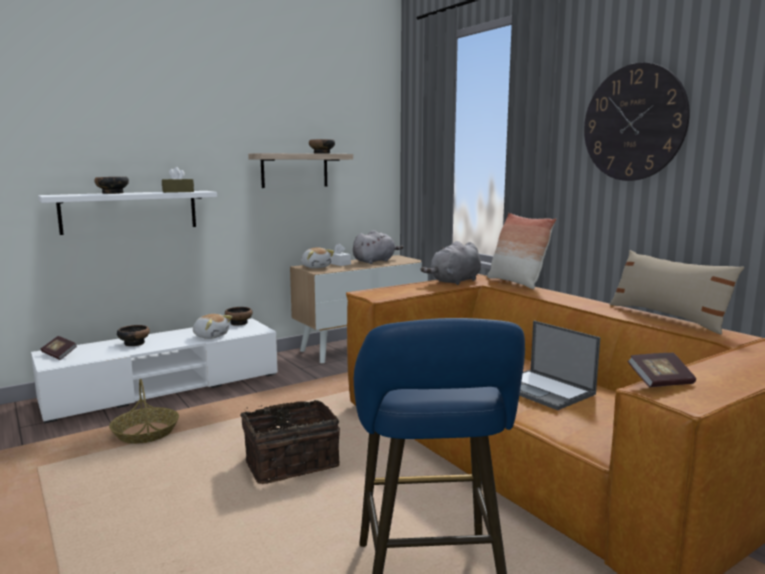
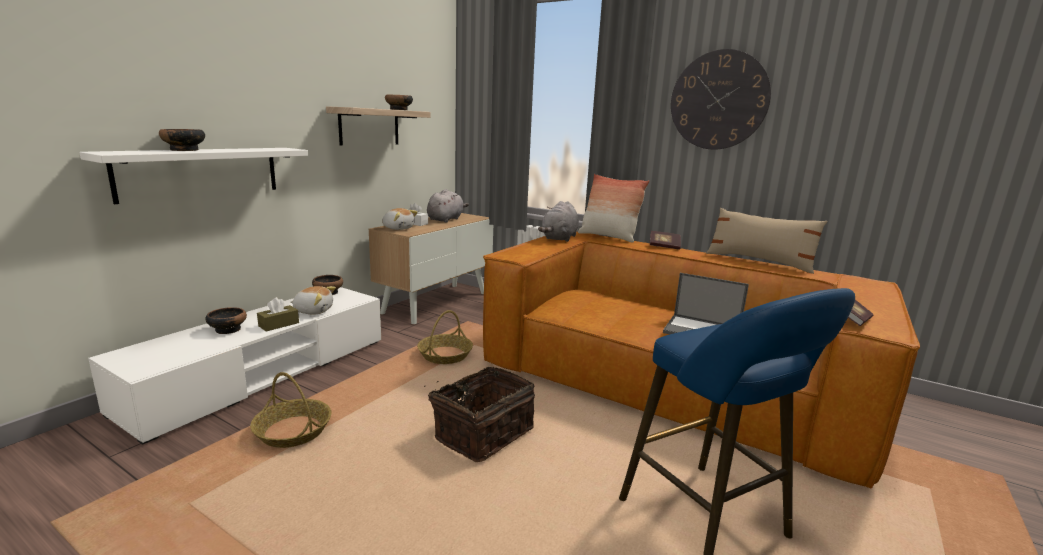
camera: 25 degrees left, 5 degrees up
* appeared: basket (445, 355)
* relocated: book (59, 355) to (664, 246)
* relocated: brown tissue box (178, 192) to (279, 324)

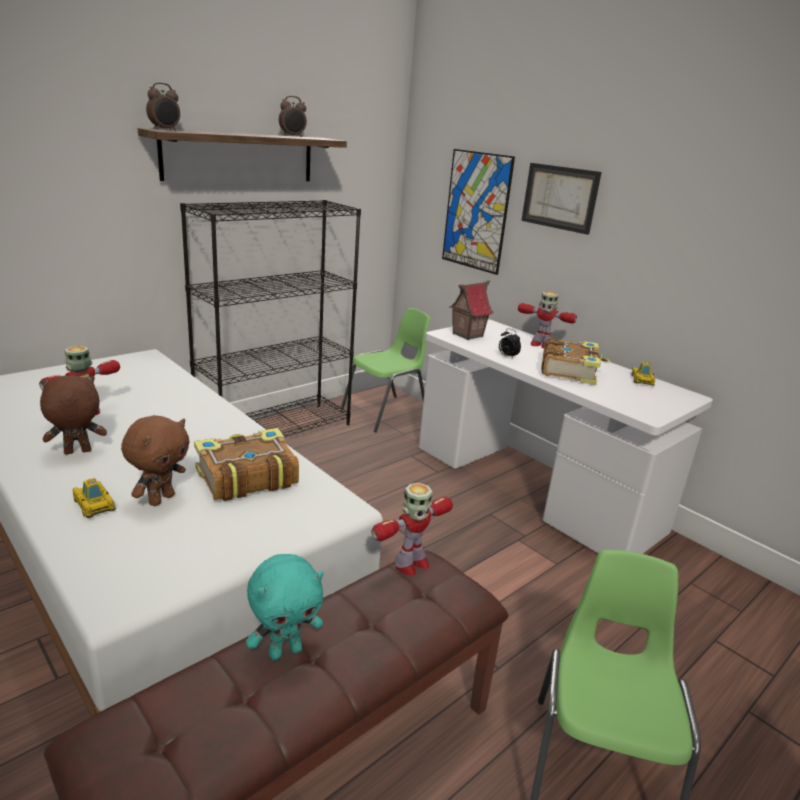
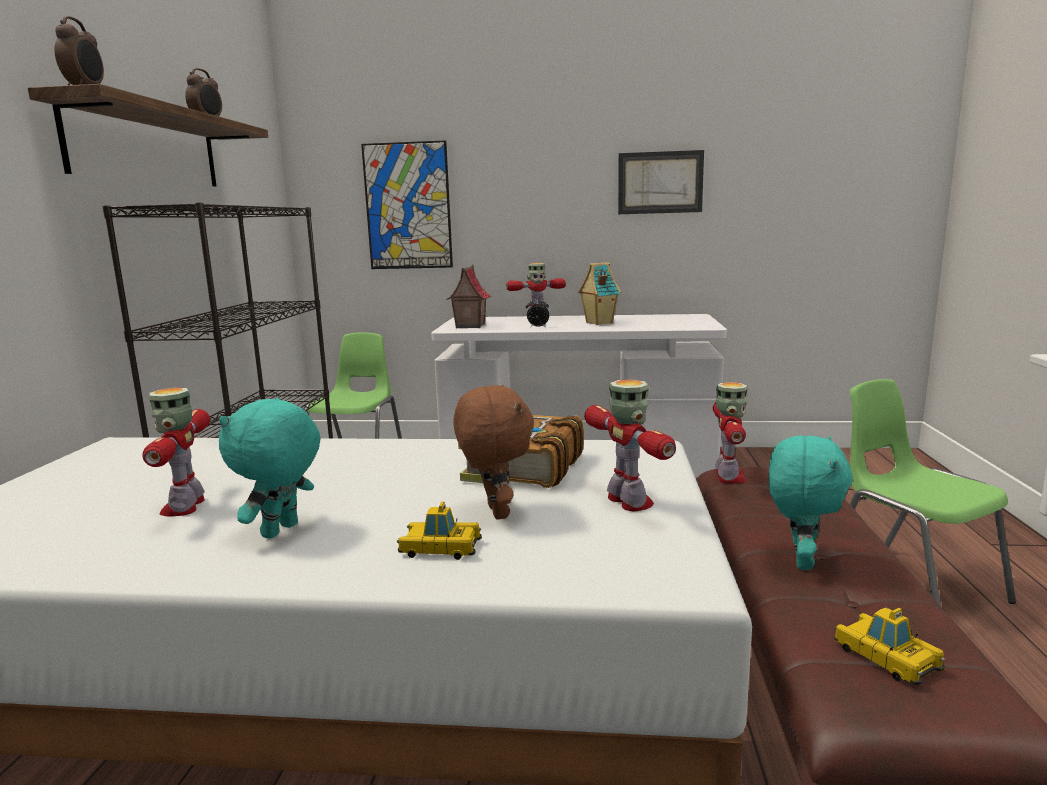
camera: 40 degrees left, 10 degrees down
* appeared: toy robot (629, 502)
* relocated: picture (560, 197) to (660, 182)
* relocated: toy car (642, 380) to (886, 657)
* exchanged: book (570, 370) to toy house (598, 323)
* colour: brown plush toy (77, 452) to turquoise plush toy (281, 531)

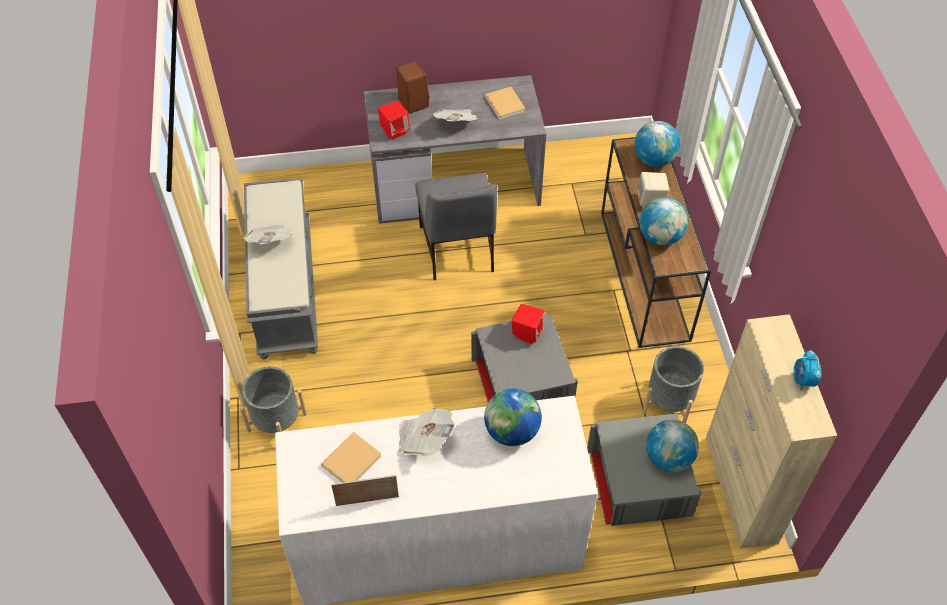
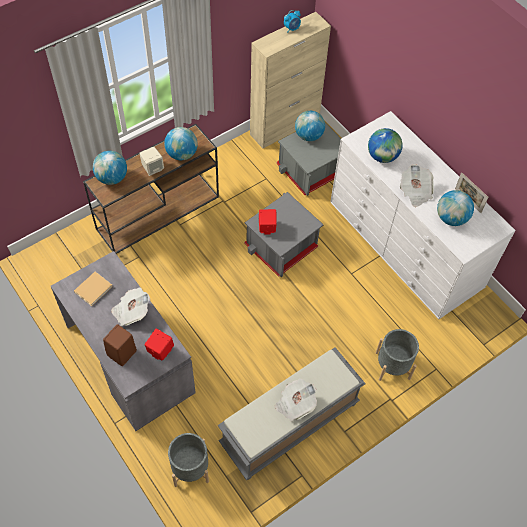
camera: 120 degrees left, 5 degrees up
* missing: grey chair (457, 249)
* relocated: grey planter (669, 402) to (190, 468)
* exchanged: beige book (353, 460) to globe (451, 218)

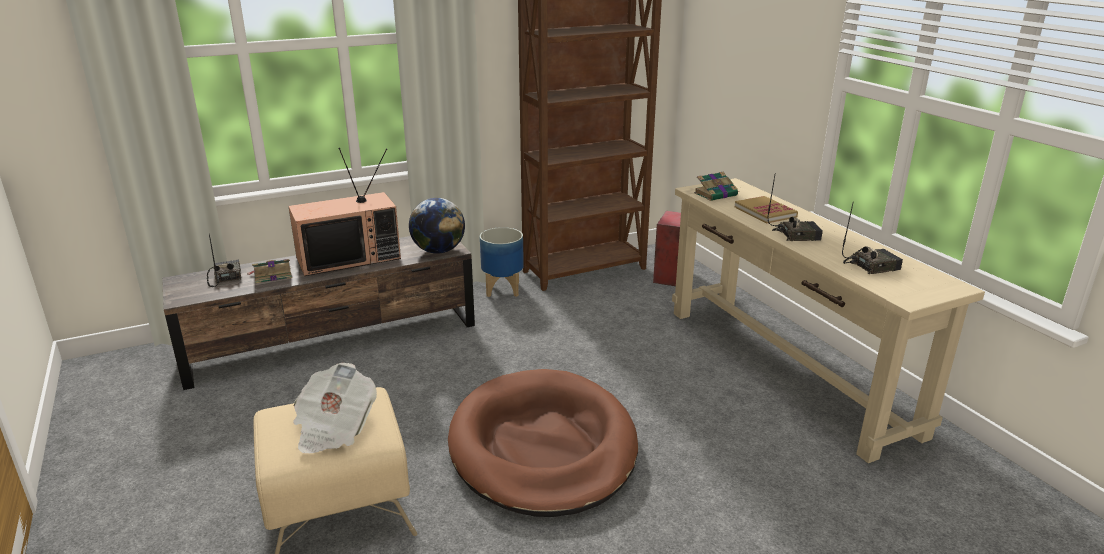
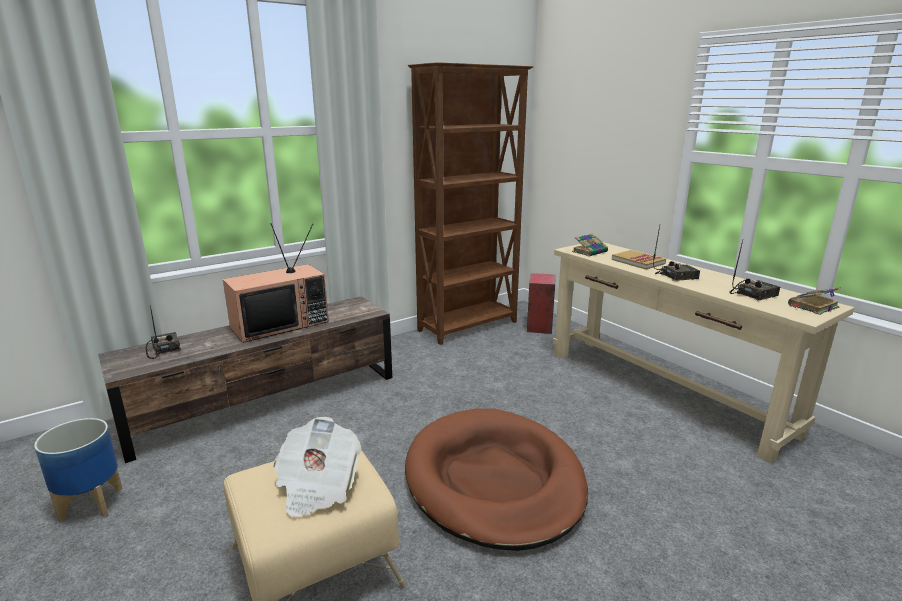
camera: 10 degrees left, 5 degrees down
* missing: globe (438, 251)
* relocated: book (271, 275) to (812, 306)
* relocated: planter (502, 289) to (91, 503)

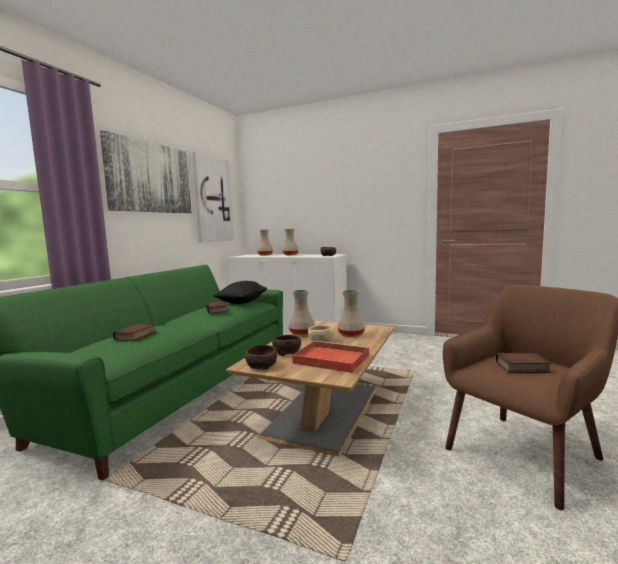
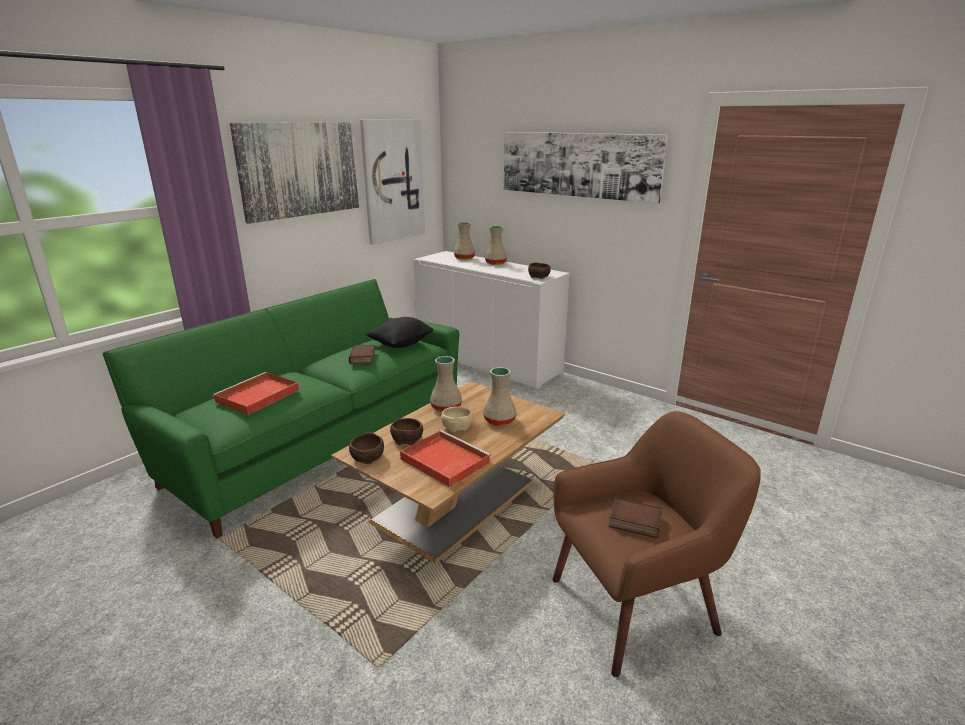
camera: 15 degrees right, 15 degrees up
* appeared: picture (578, 165)
* exchanged: book (136, 336) to red tray (257, 396)

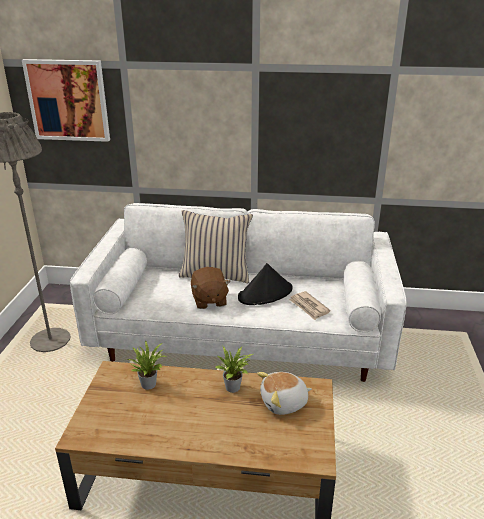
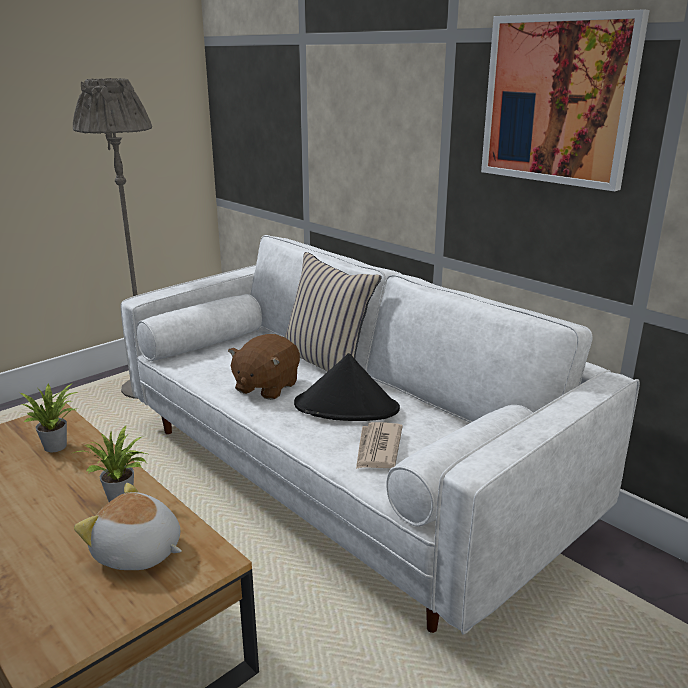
camera: 40 degrees right, 5 degrees down
* relocated: picture (68, 100) to (558, 100)

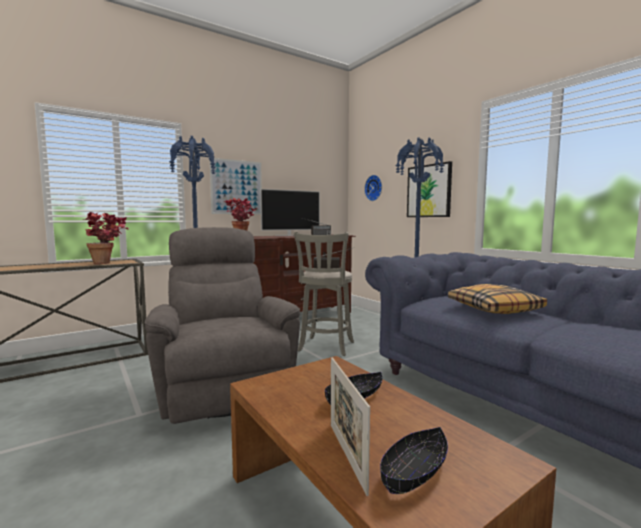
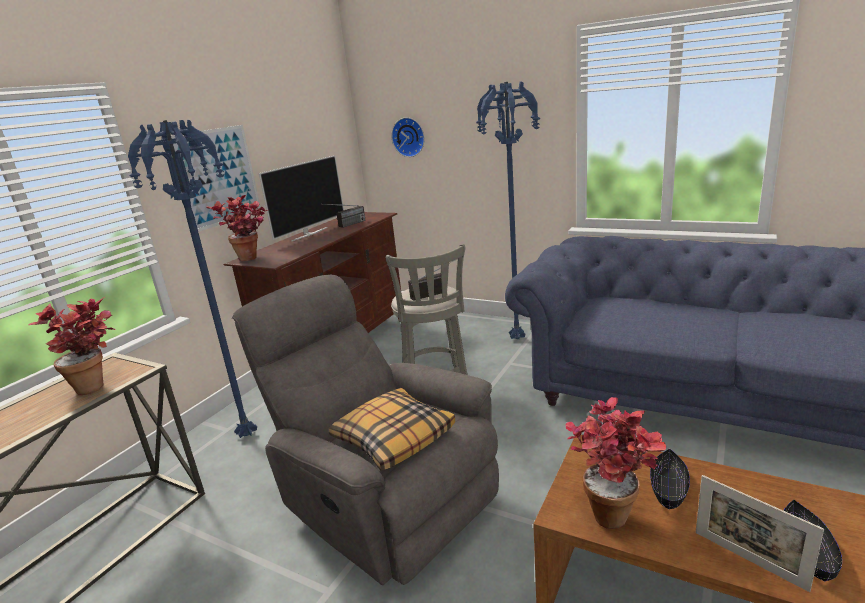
camera: 25 degrees left, 15 degrees up
* missing: picture (429, 191)
* appeared: potted plant (611, 509)
* relocated: pillow (493, 309) to (393, 437)

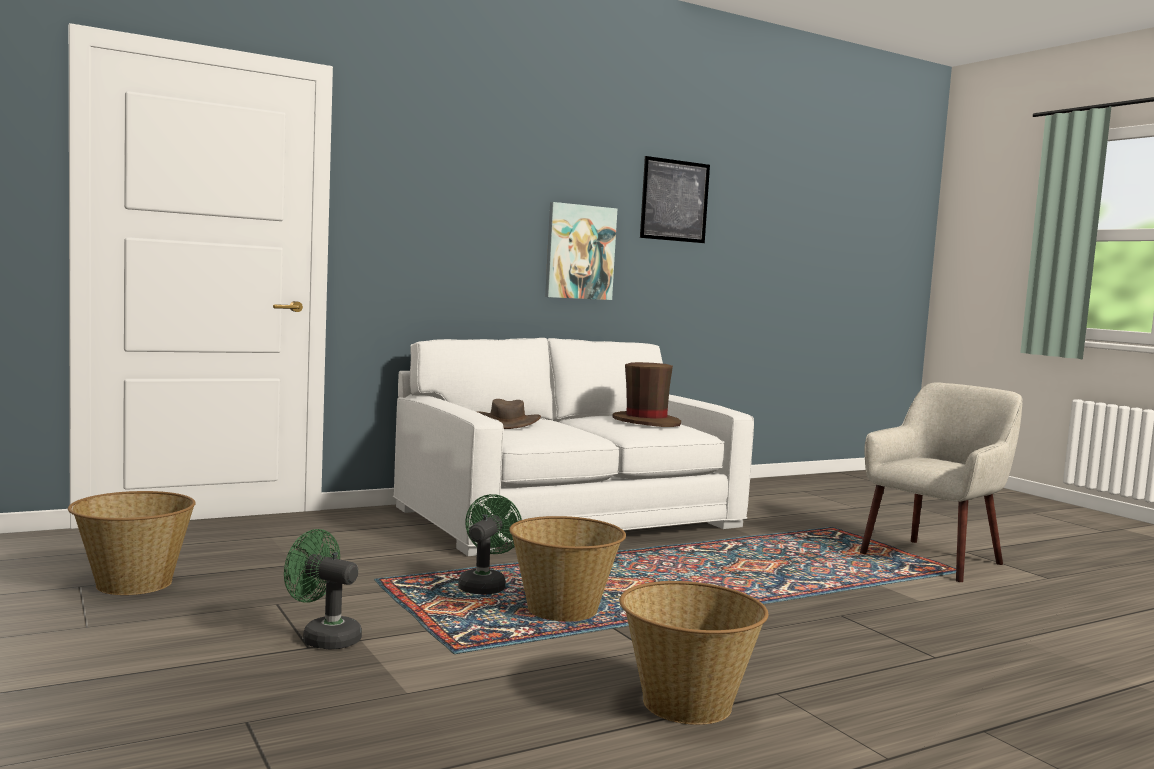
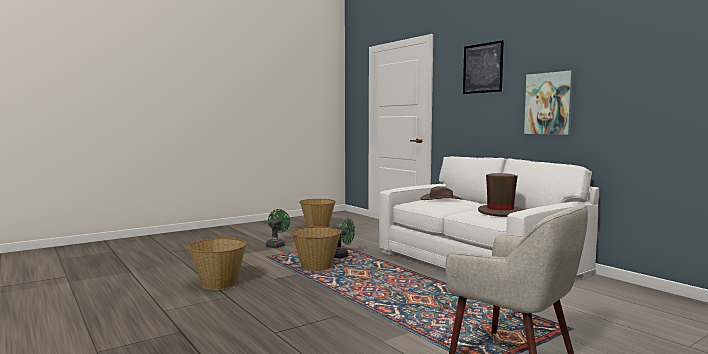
camera: 85 degrees right, 0 degrees up
* relocated: picture (674, 200) to (482, 68)

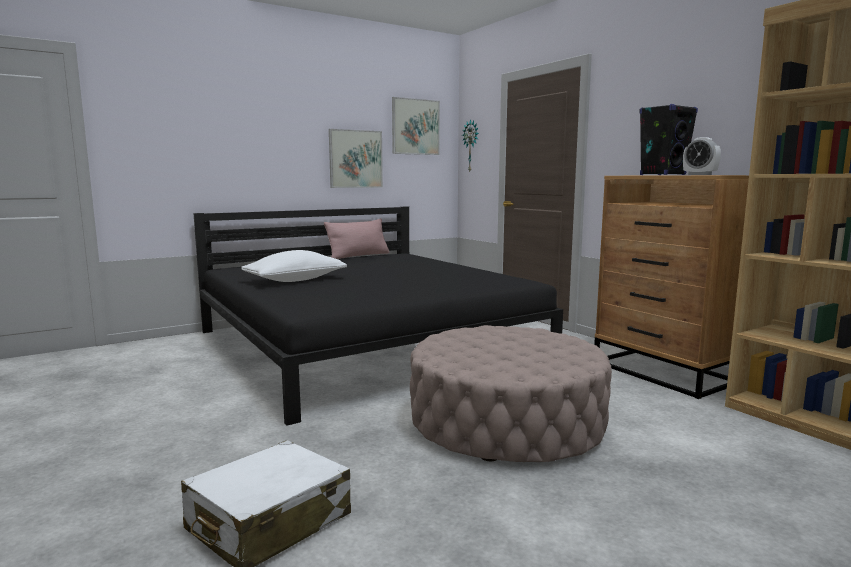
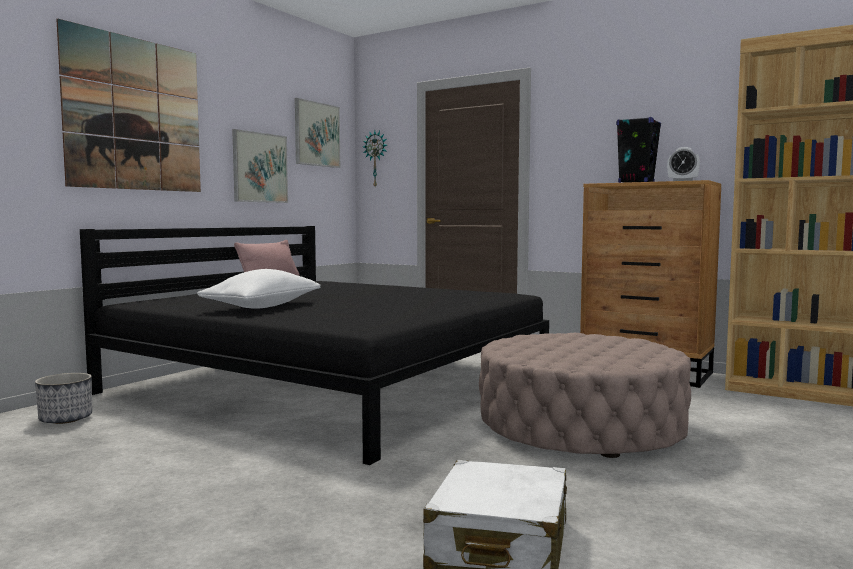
camera: 25 degrees left, 5 degrees down
* appeared: planter (65, 419)
* appeared: picture (134, 114)

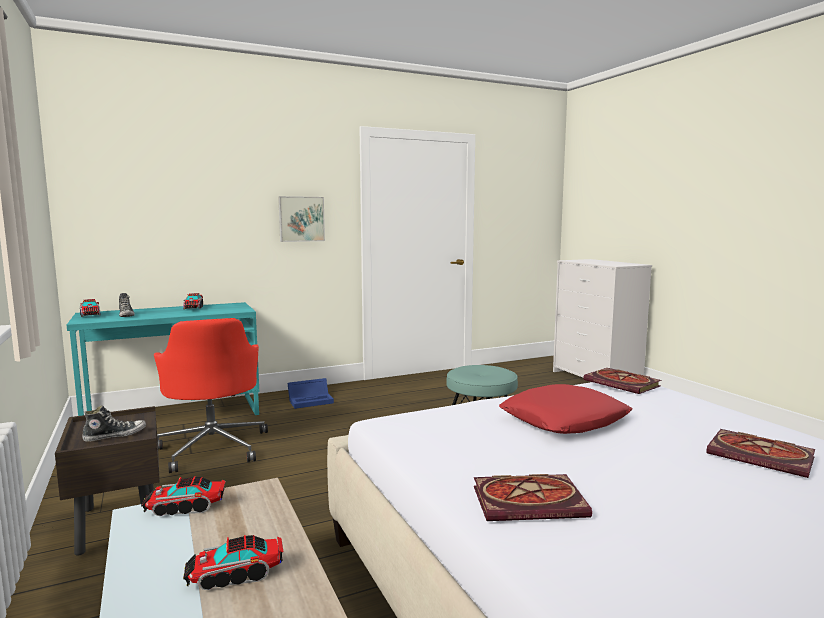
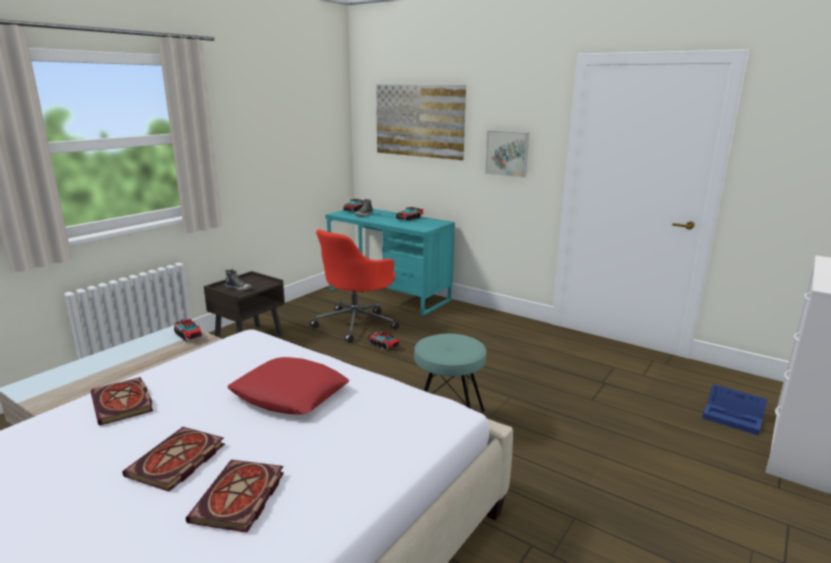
camera: 60 degrees right, 10 degrees up
* appeared: picture (419, 120)
* relocated: toy truck (235, 575) to (383, 345)
* relocated: blue storage box (311, 401) to (734, 418)
* relocated: book (624, 384) to (176, 462)

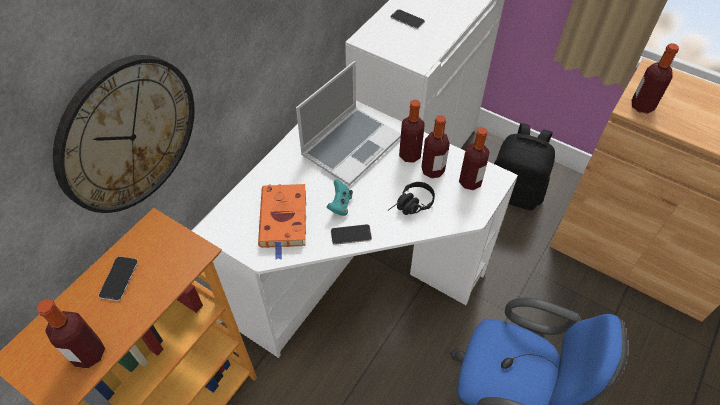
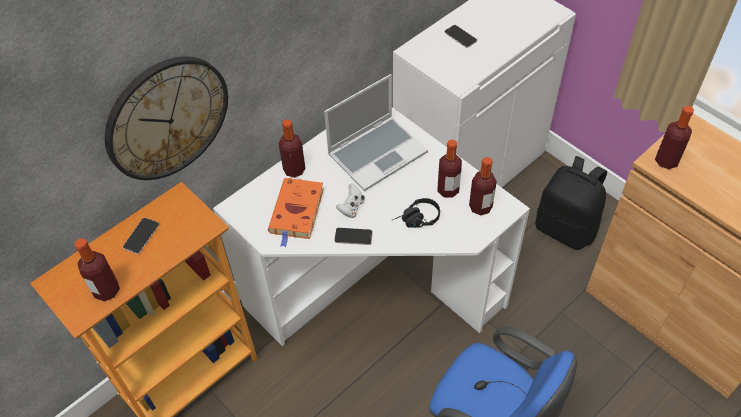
camera: 15 degrees right, 0 degrees up
* relocated: bottle (410, 155) to (294, 170)
* colour: turquoise game controller (340, 205) to white game controller (351, 207)

